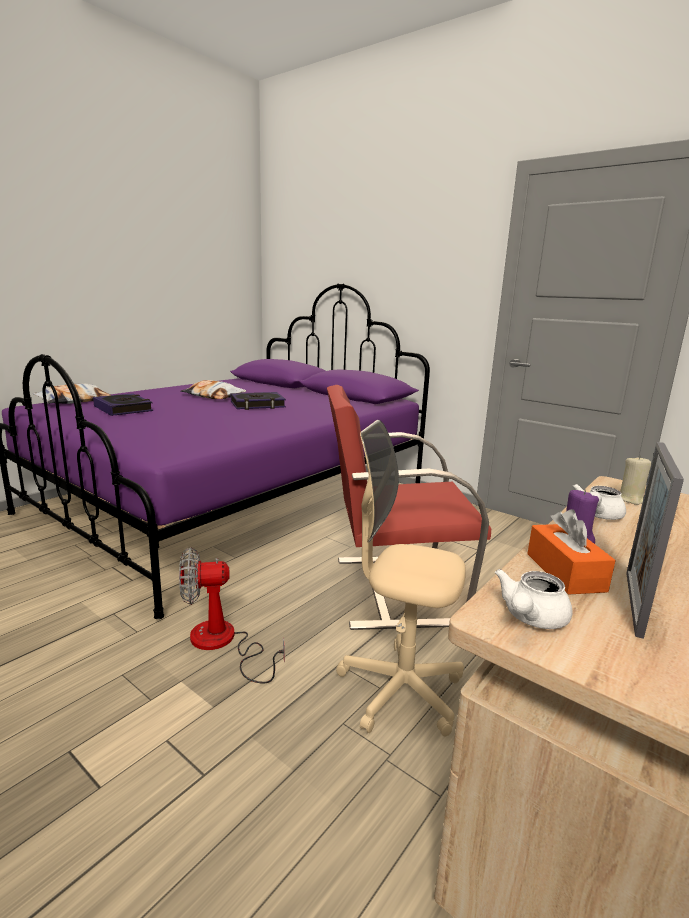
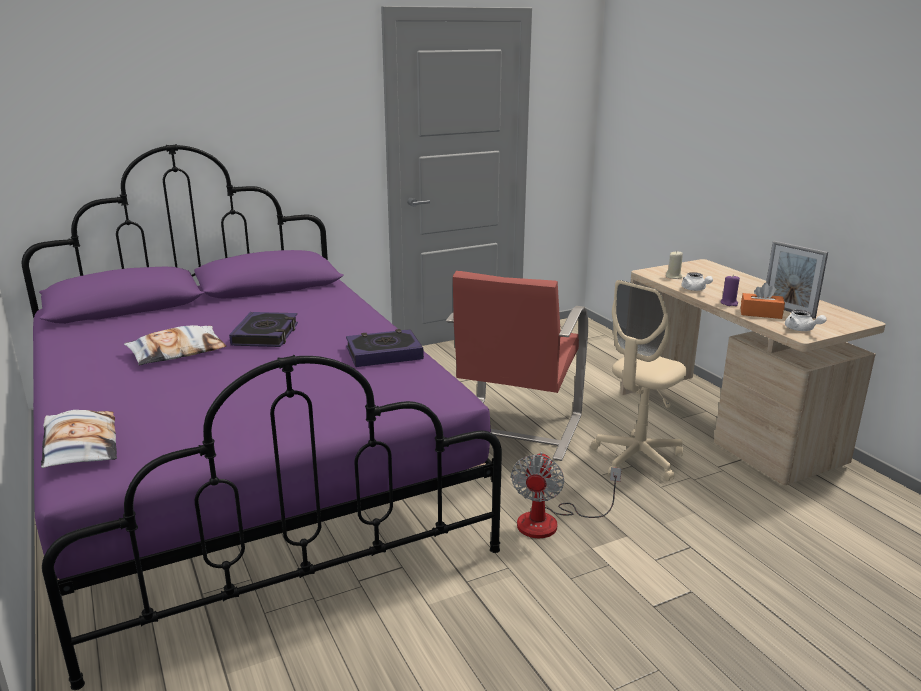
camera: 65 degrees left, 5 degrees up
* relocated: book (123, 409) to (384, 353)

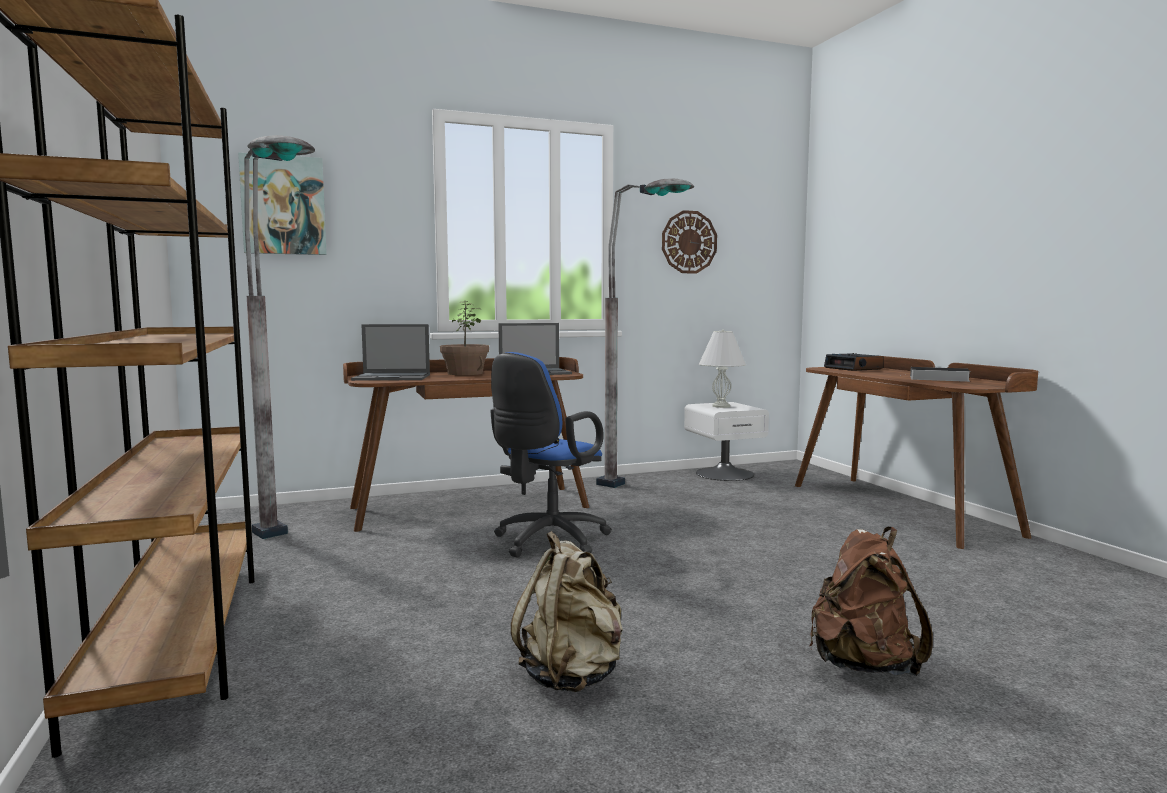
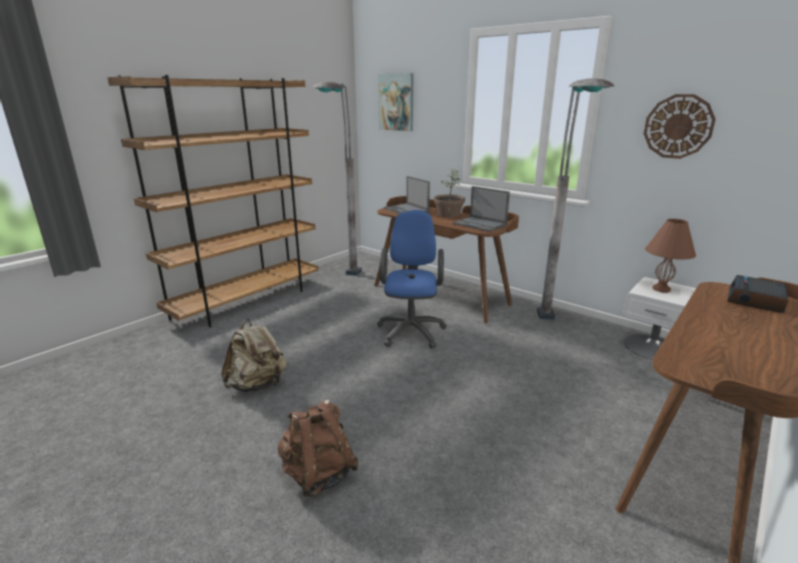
camera: 60 degrees right, 15 degrees up
* missing: book (937, 378)
* colour: white table lamp (721, 406) to brown table lamp (661, 289)
* spun: blue office chair (547, 542) = (411, 330) 90 degrees clockwise

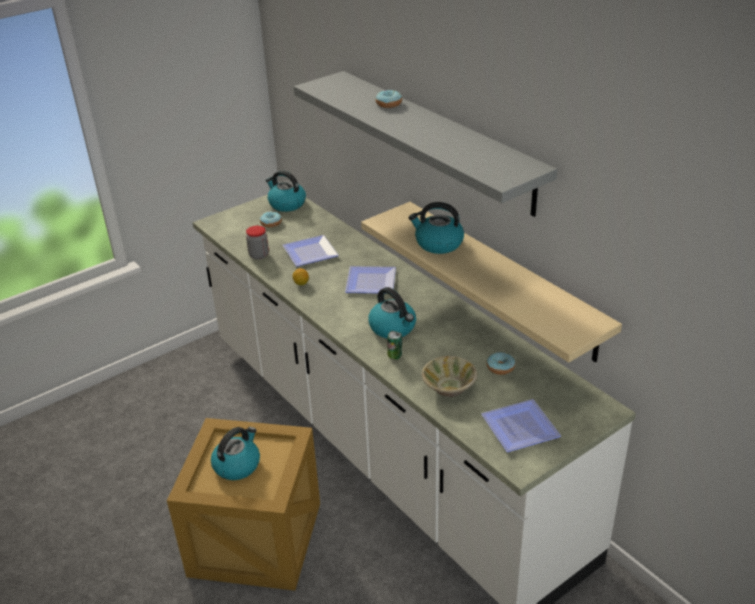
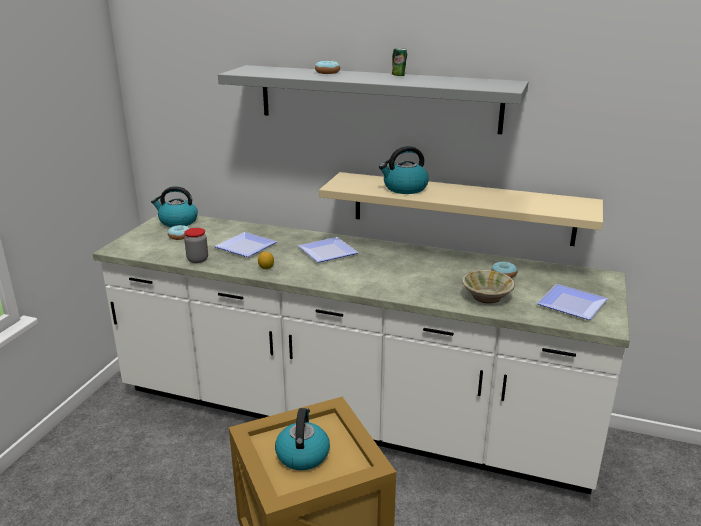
camera: 35 degrees left, 10 degrees down
* missing: kettle (393, 328)
* relocated: can (394, 356) to (398, 75)

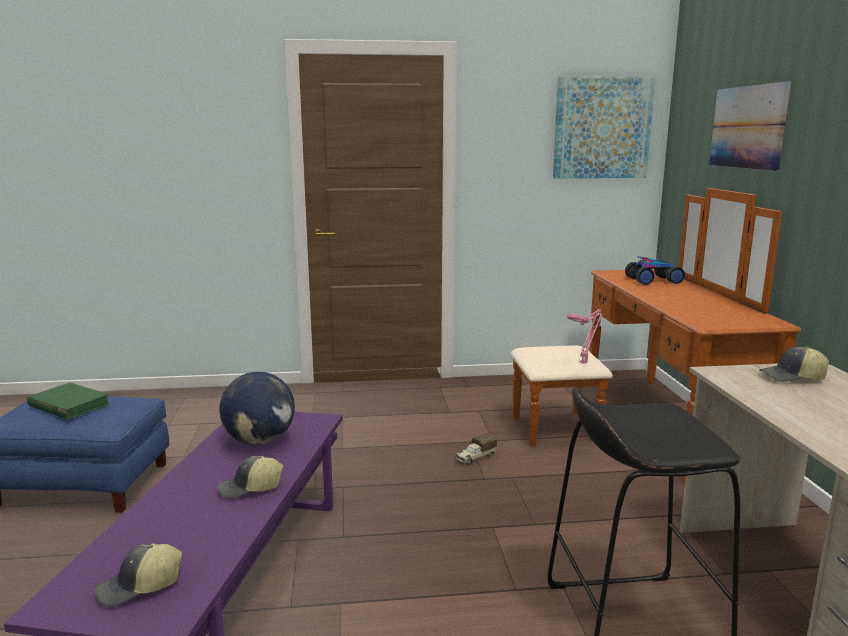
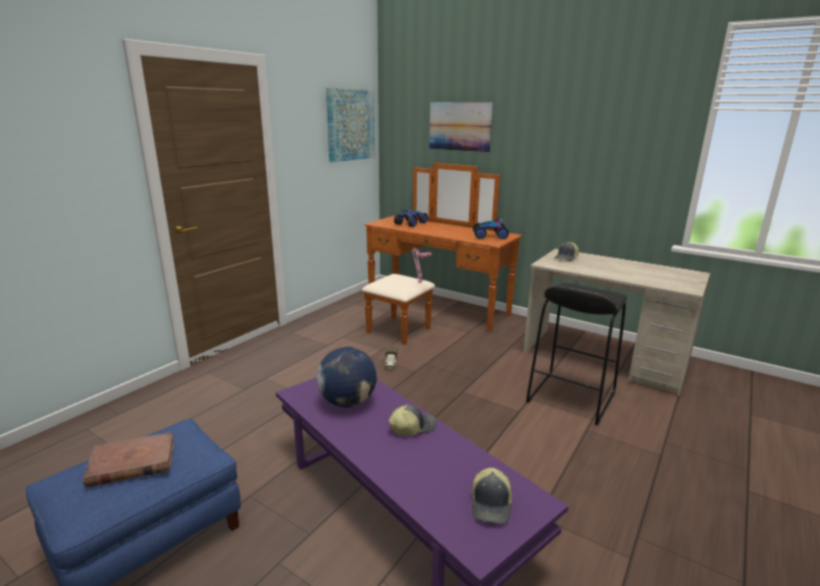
camera: 50 degrees left, 5 degrees up
* appeared: toy car (489, 236)
* colour: green book (69, 405) to brown book (132, 463)
* spun: cap (250, 488) = (412, 427) 135 degrees counterclockwise

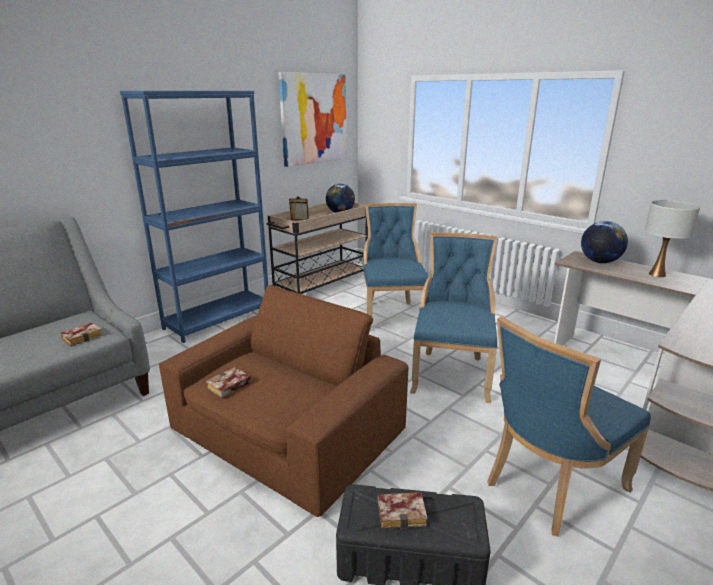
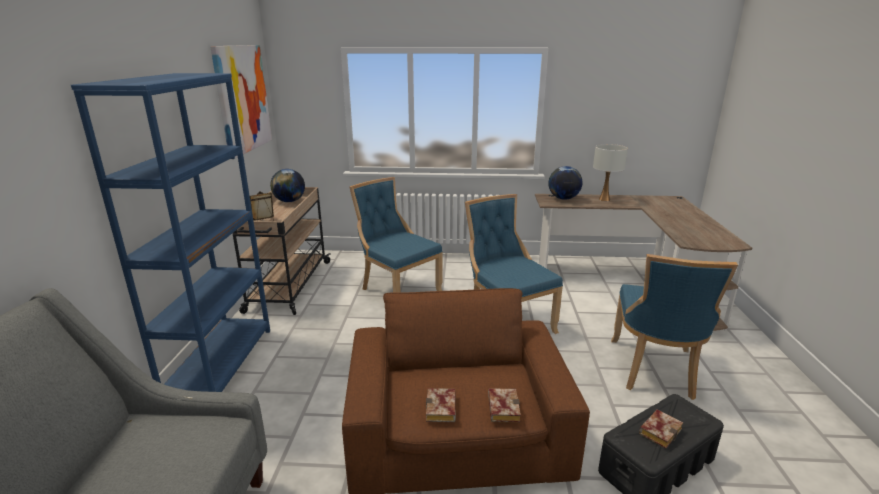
camera: 40 degrees left, 0 degrees up
* relocated: book (83, 336) to (501, 407)

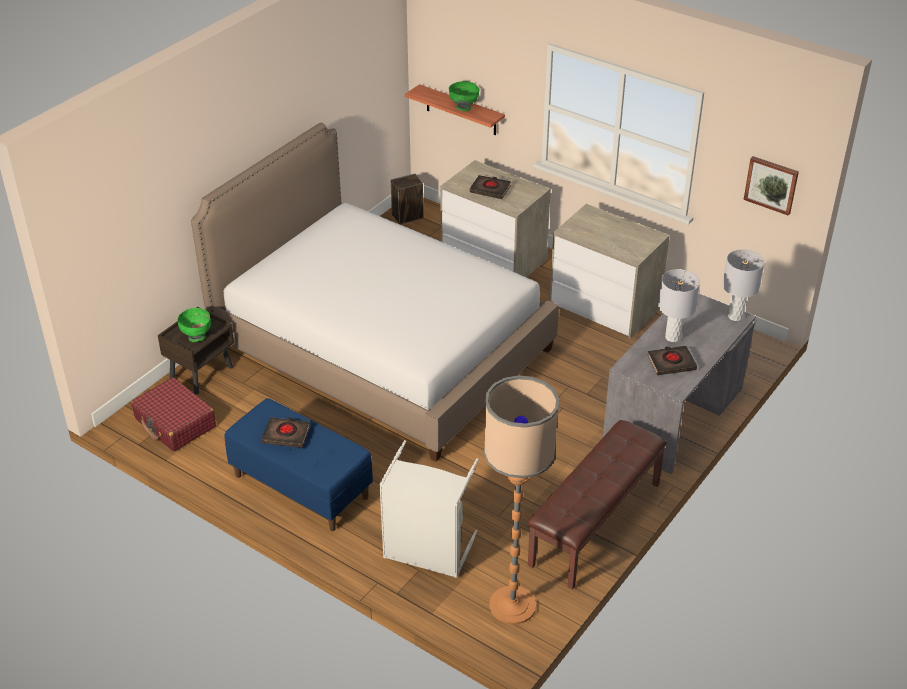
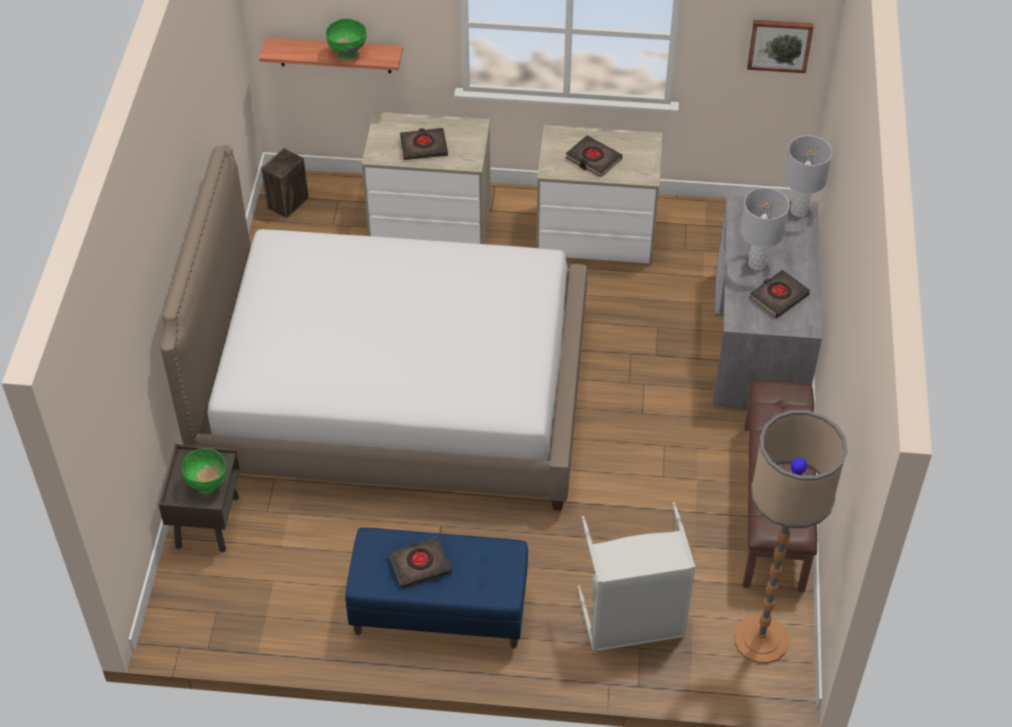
camera: 30 degrees left, 10 degrees up
* missing: red suitcase (175, 423)
* appeared: black book (593, 159)

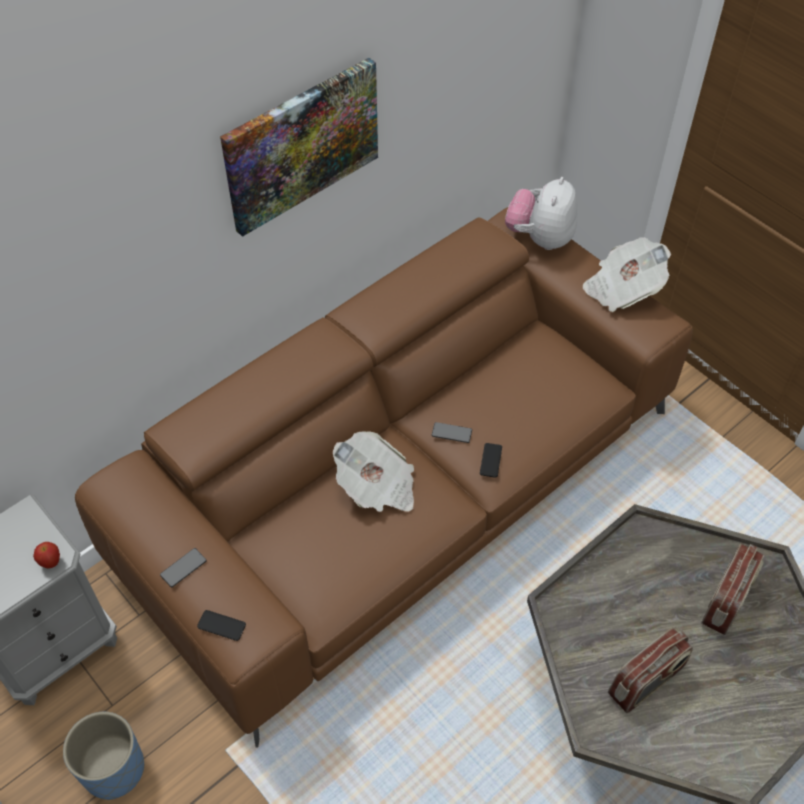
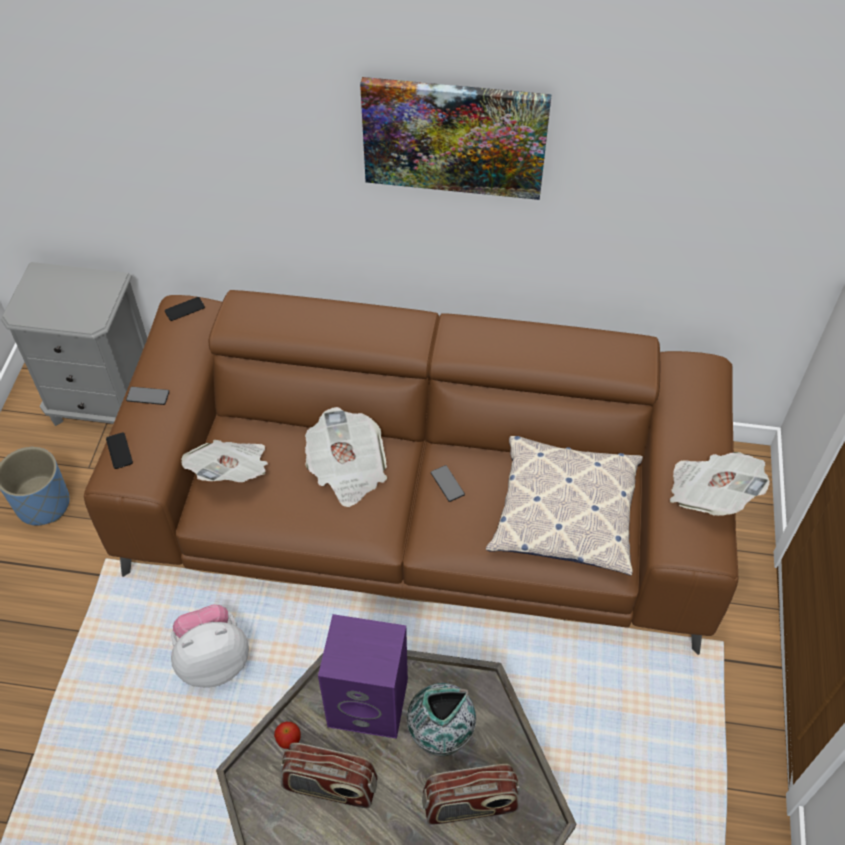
camera: 50 degrees right, 0 degrees up
* appeared: newspaper (232, 473)
* appeared: purple speaker (370, 701)
* appeared: vase (440, 738)
* appeared: pillow (565, 512)
* relocated: apple (51, 562) to (289, 741)
* relocated: phone (491, 460) to (184, 309)
* relocated: plush toy (540, 238) to (213, 660)

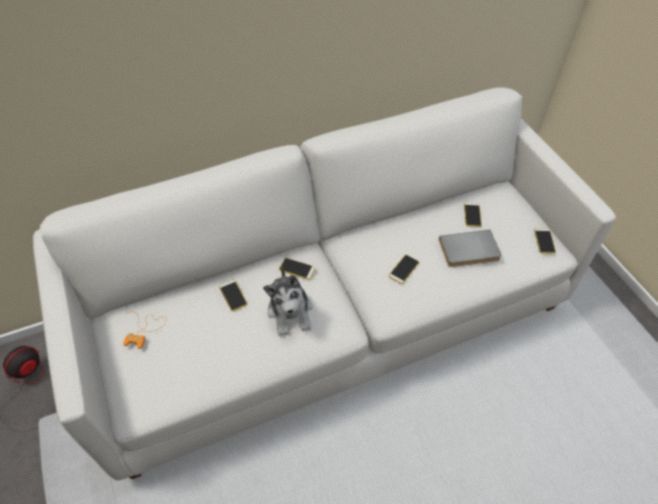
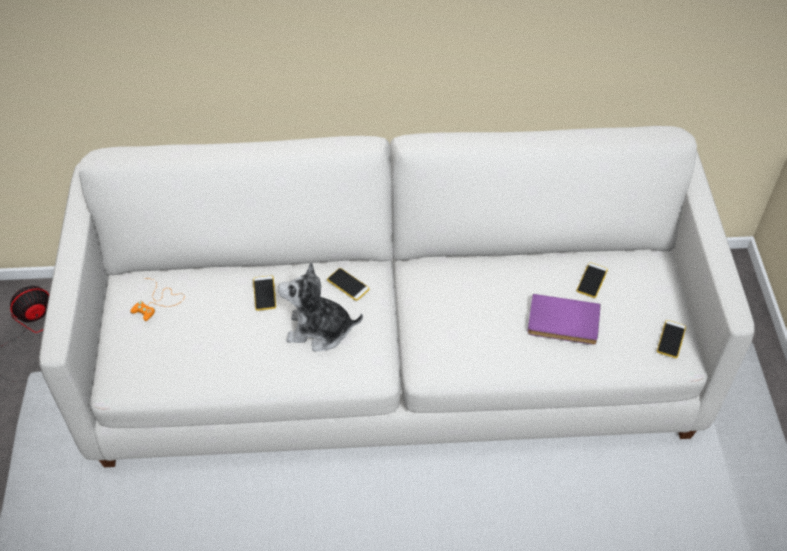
camera: 20 degrees right, 0 degrees up
* missing: phone (403, 269)
* colour: grey book (469, 251) to purple book (563, 323)
* spun: plush toy (290, 312) = (319, 330) 90 degrees clockwise

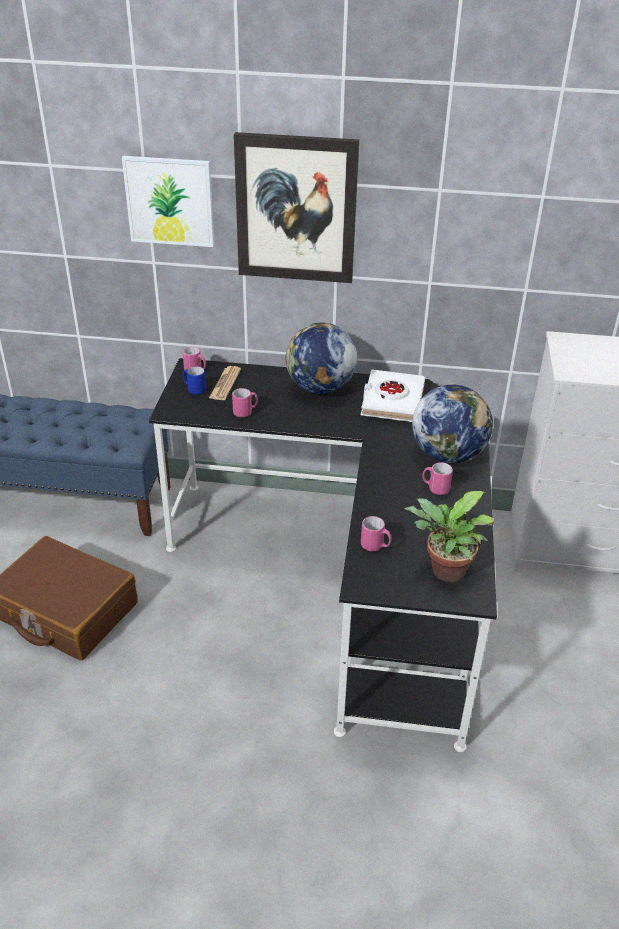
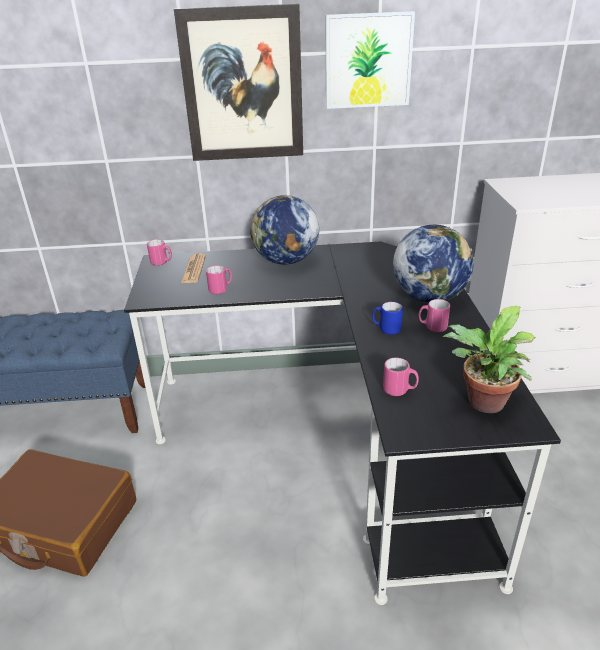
camera: 10 degrees left, 5 degrees down
* missing: white book (392, 401)
* relocated: picture (170, 201) to (368, 61)
* relocated: blue mug (194, 389) to (386, 329)

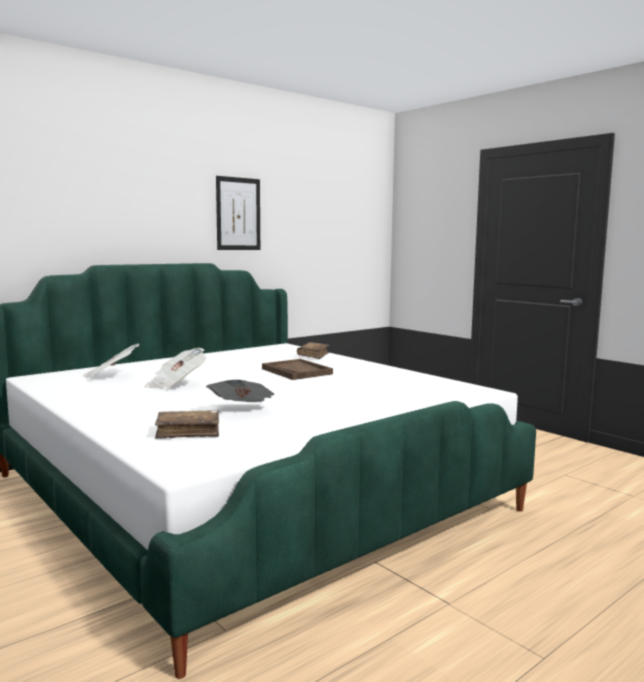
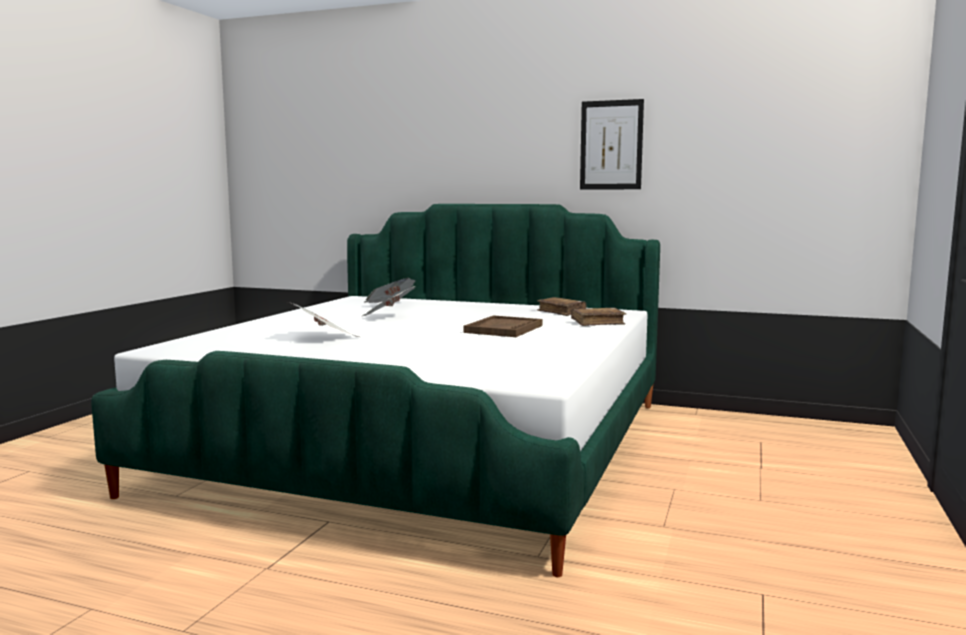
camera: 60 degrees right, 0 degrees up
* relocated: brown book (188, 432) to (561, 312)

